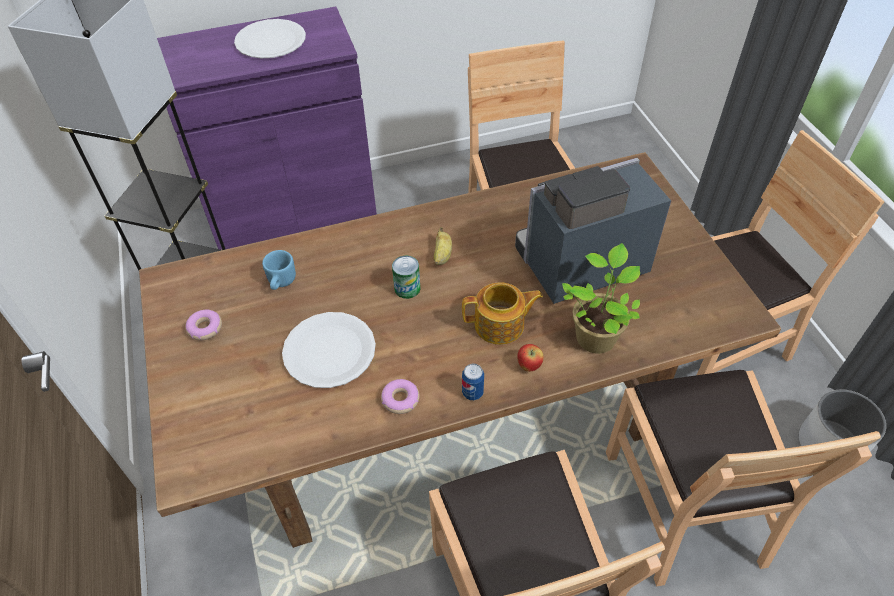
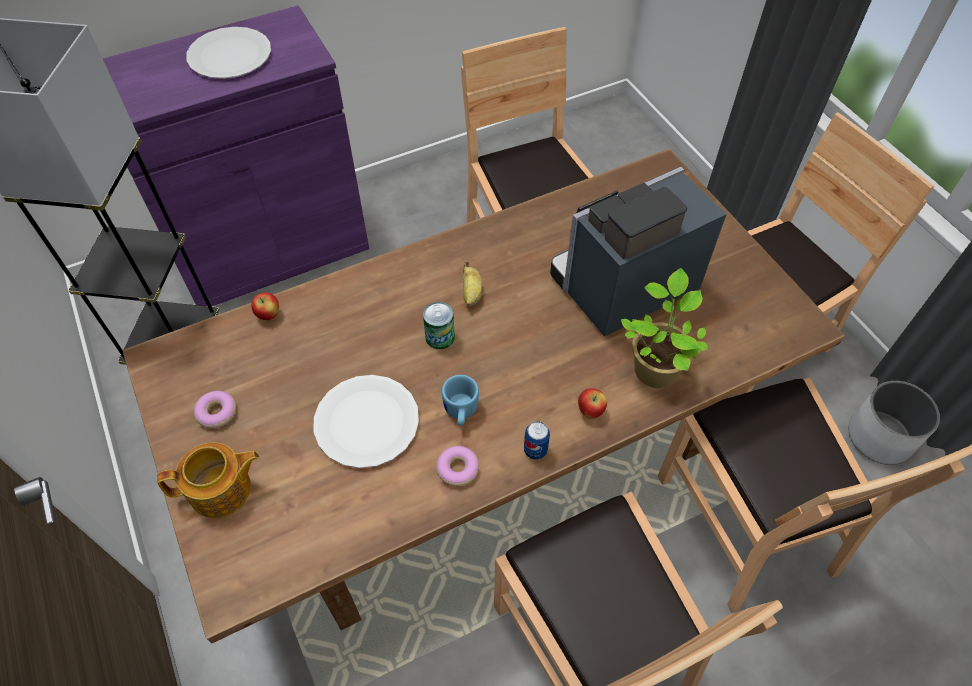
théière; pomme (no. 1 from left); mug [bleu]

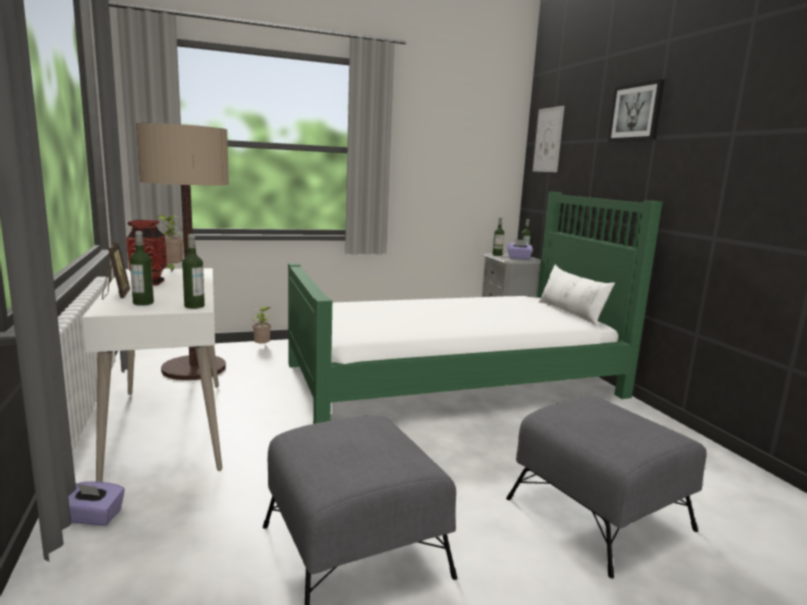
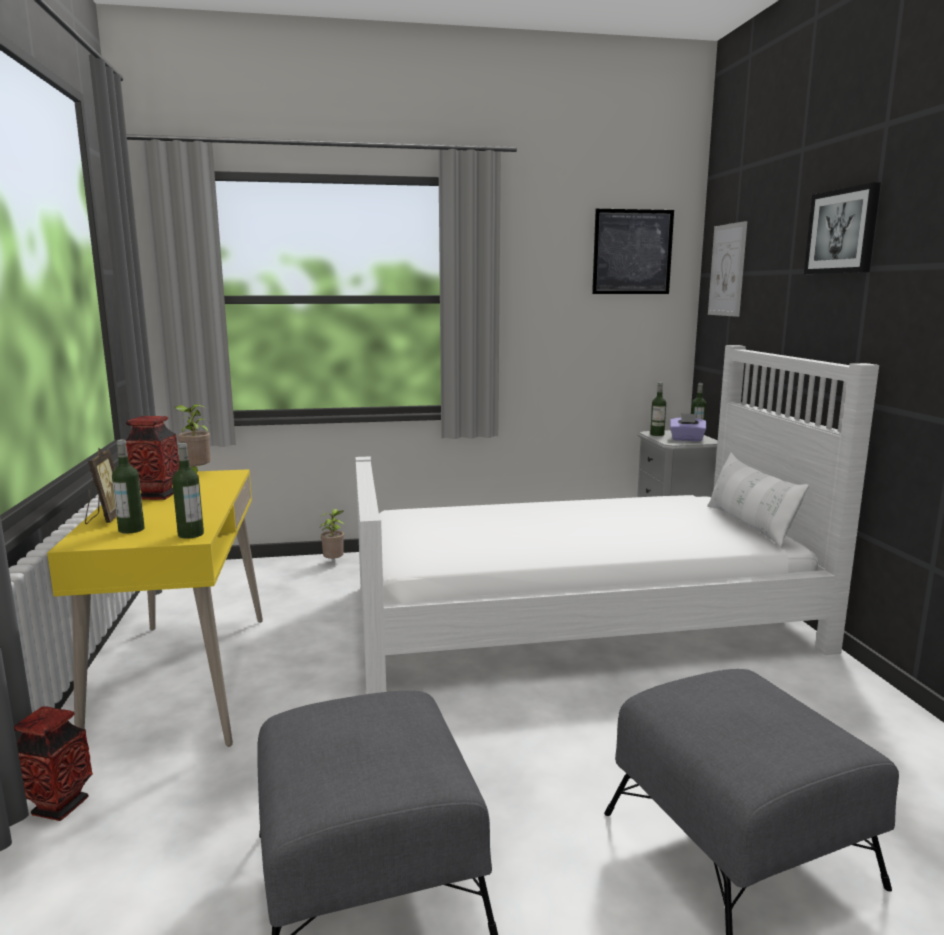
vase (no. 1 from left); bureau [jaune]; lit [blanc]; tableau (no. 1 from left); lampadaire

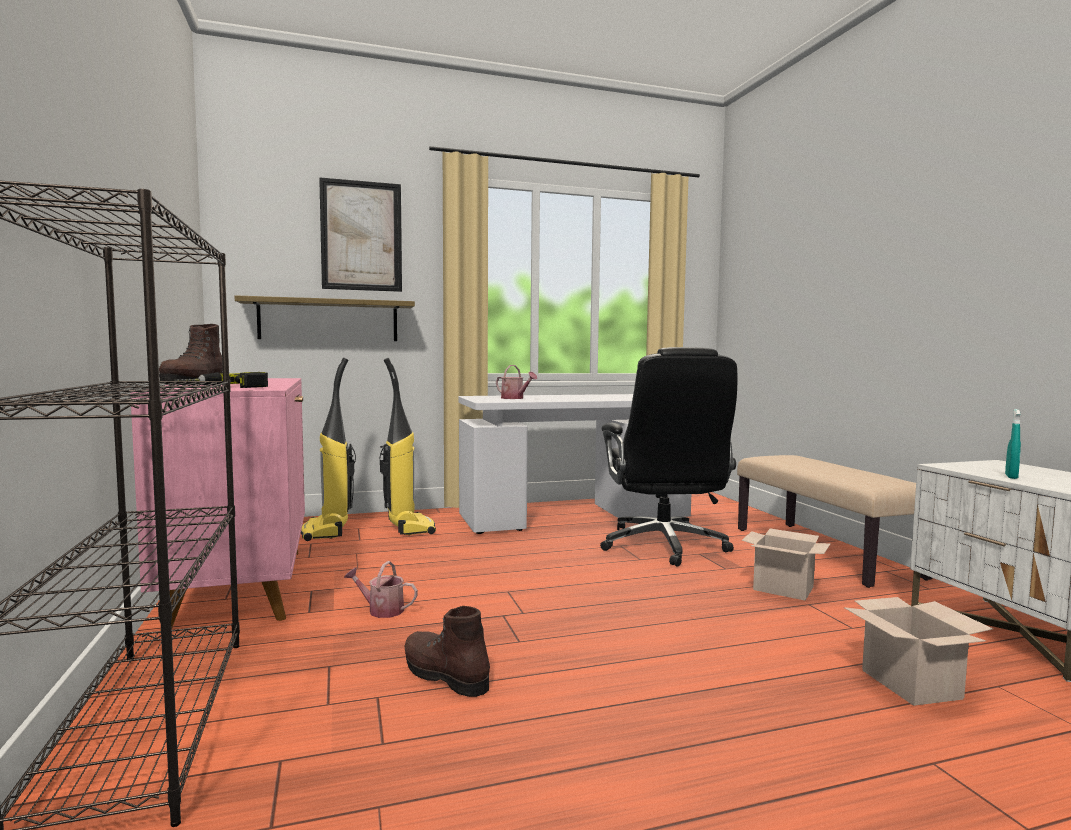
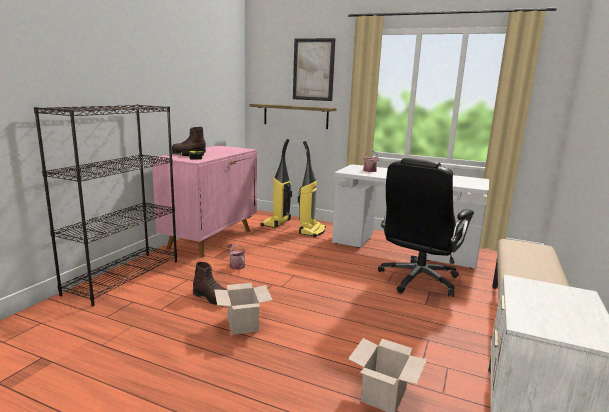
botte [marron] (no. 2 from left); carton (no. 1 from left); vaporisateur [turquoise]

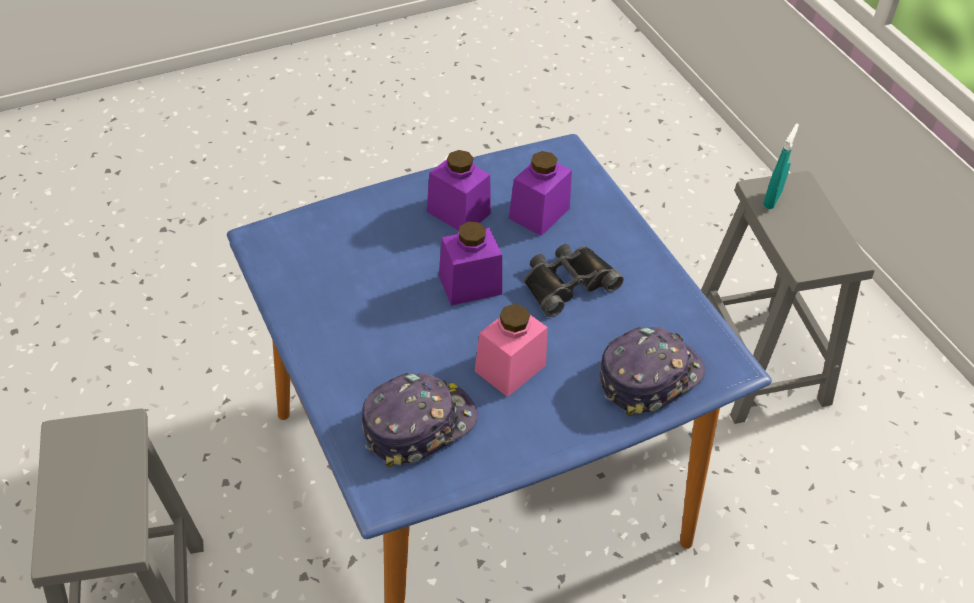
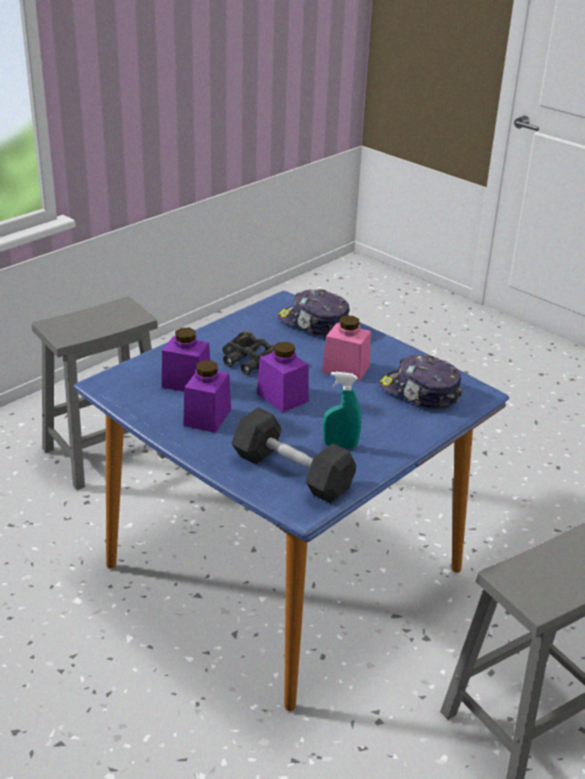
haltère [noir]; vaporisateur [turquoise]

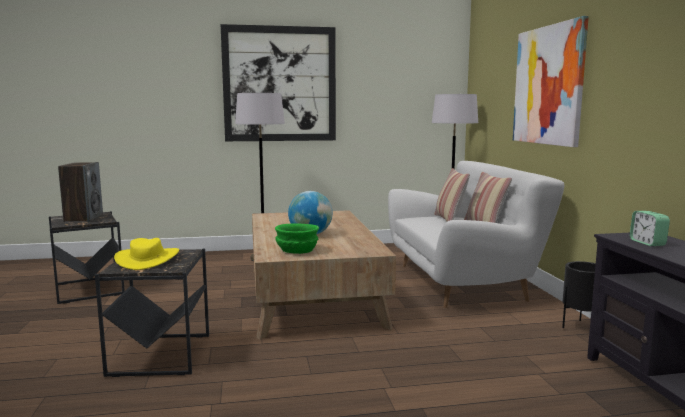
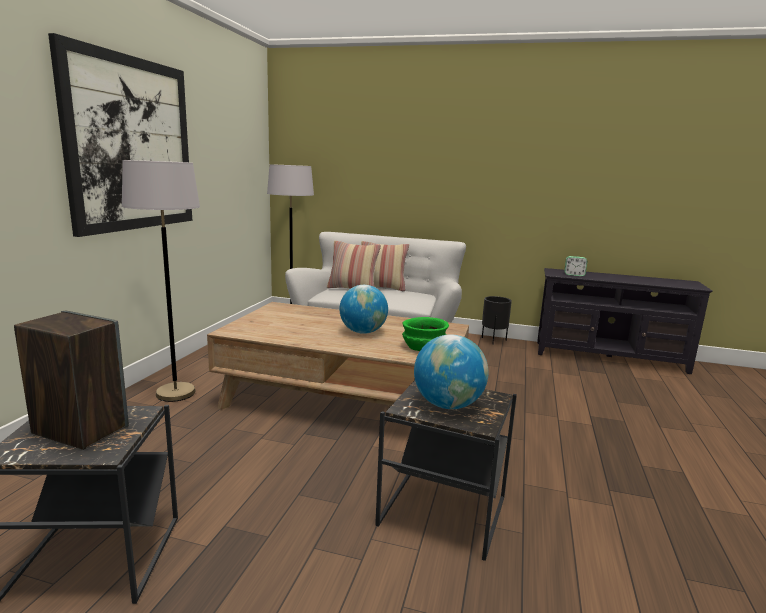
globe (no. 2 from left); tableau (no. 2 from left in the first image)

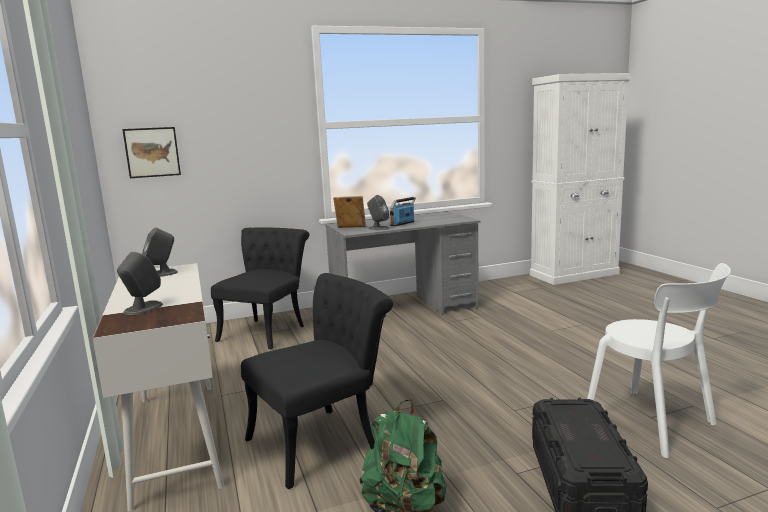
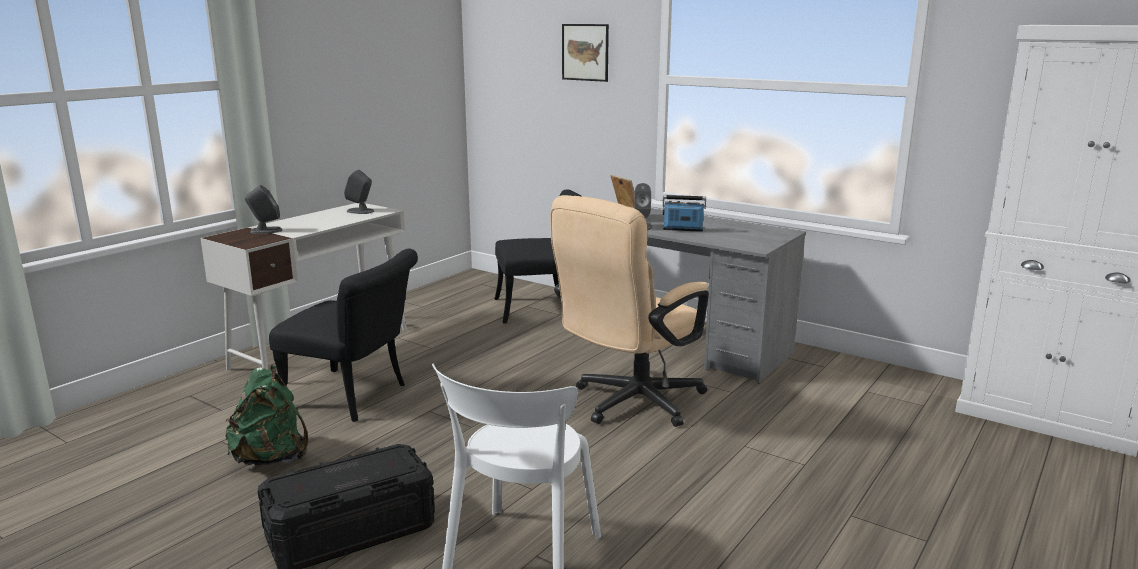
chaise de bureau [beige]; tableau

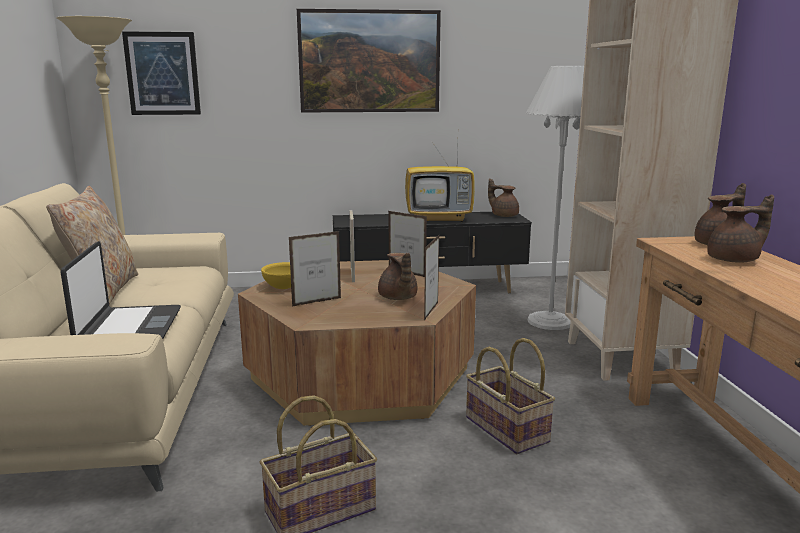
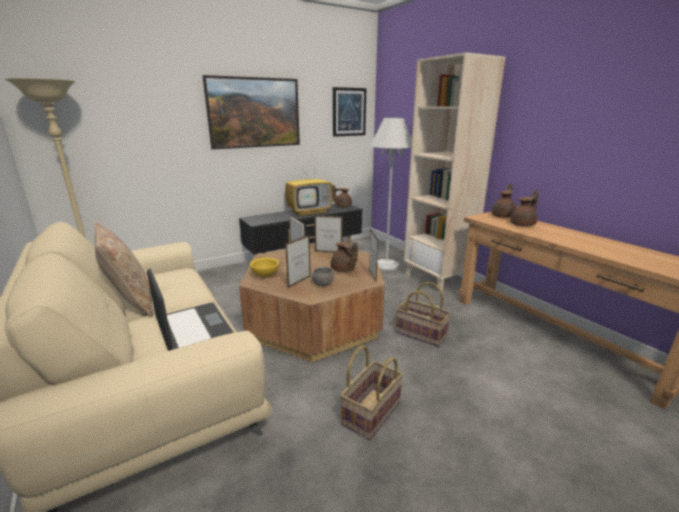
bol [gris]; tableau (no. 2 from left)

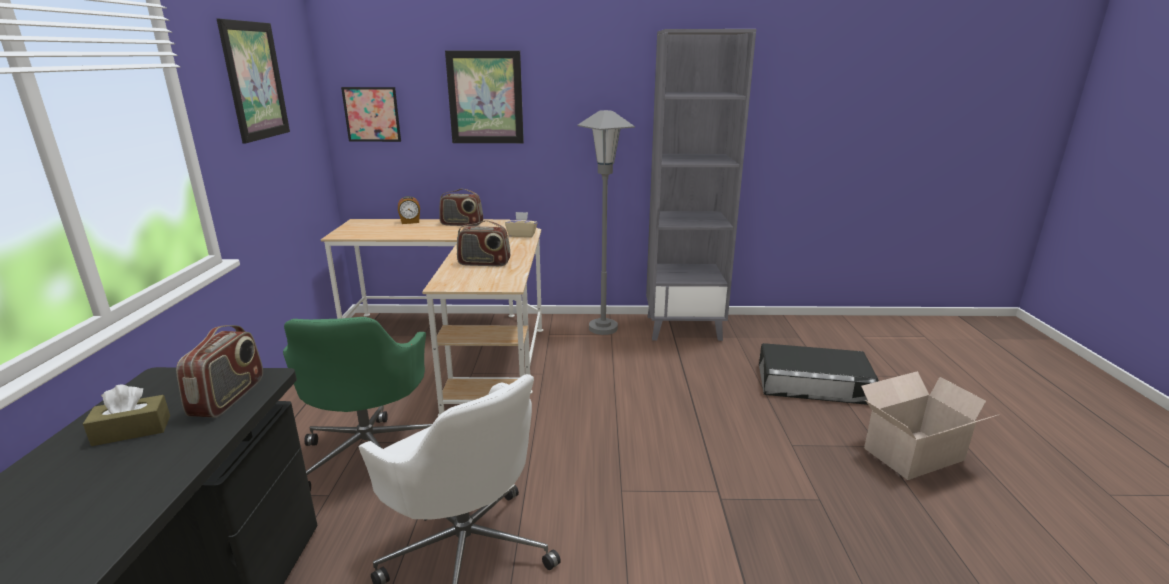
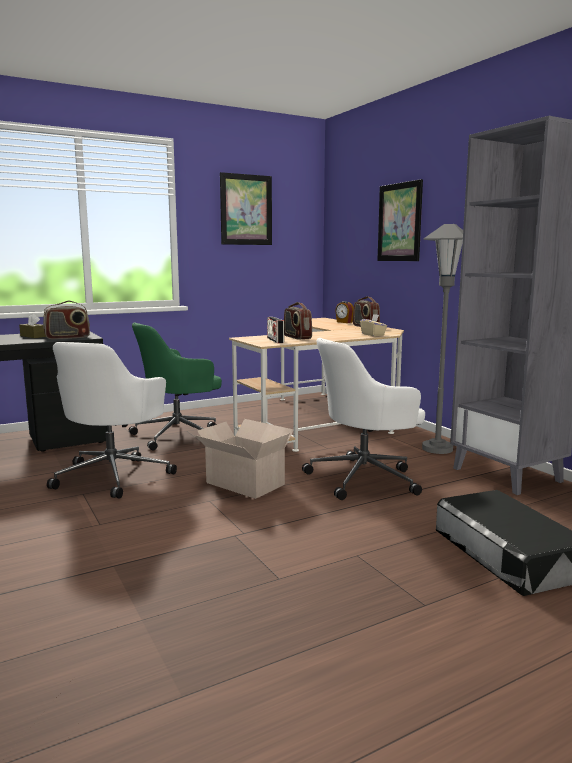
carton; radio (no. 2 from left); chaise de bureau [blanc] (no. 2 from left); tableau (no. 2 from left in the first image)

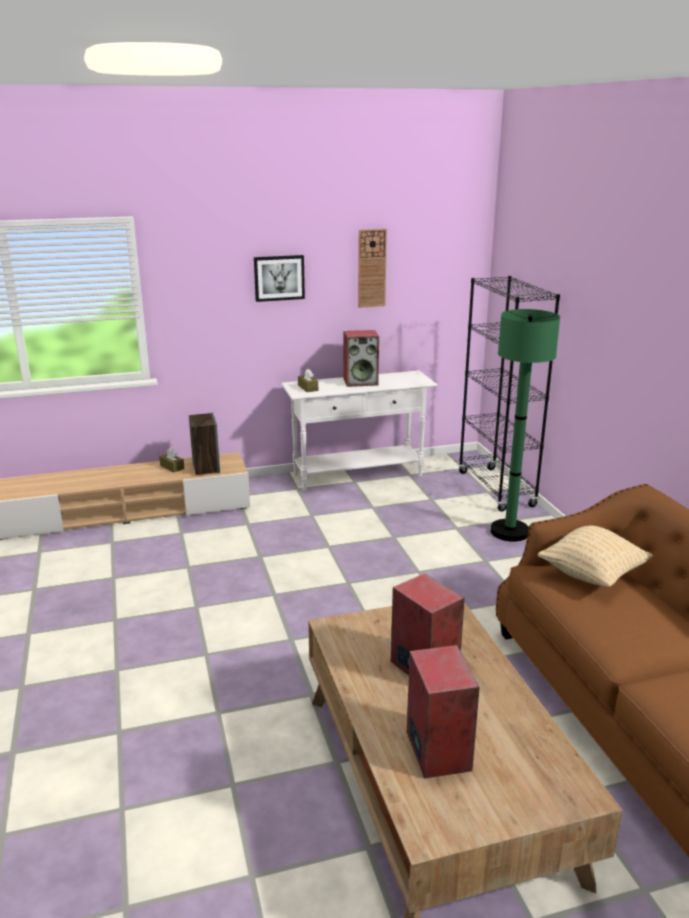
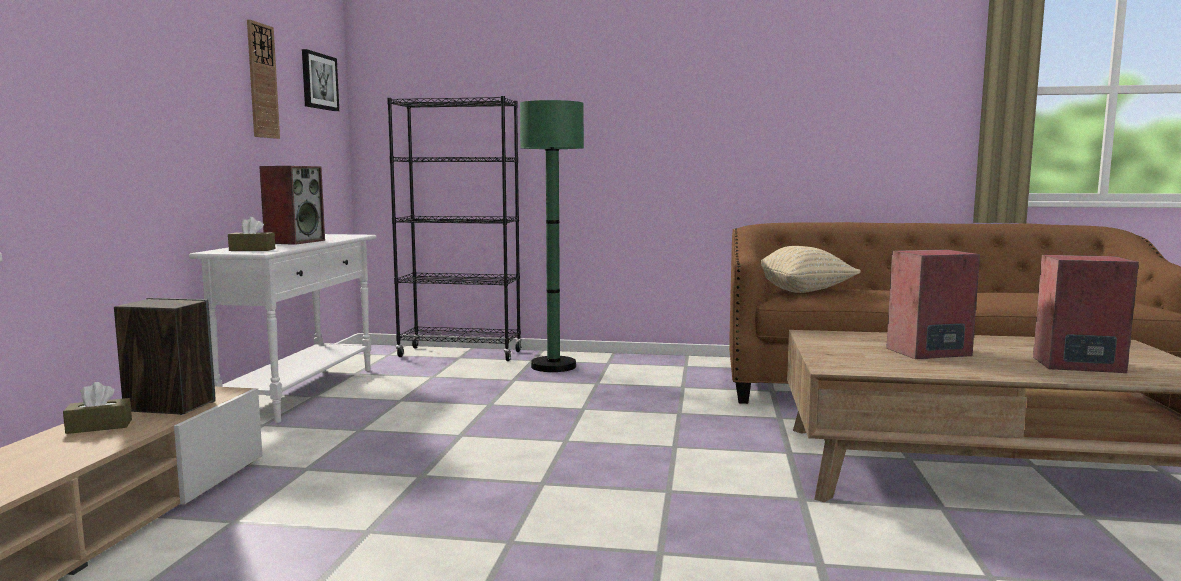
tableau

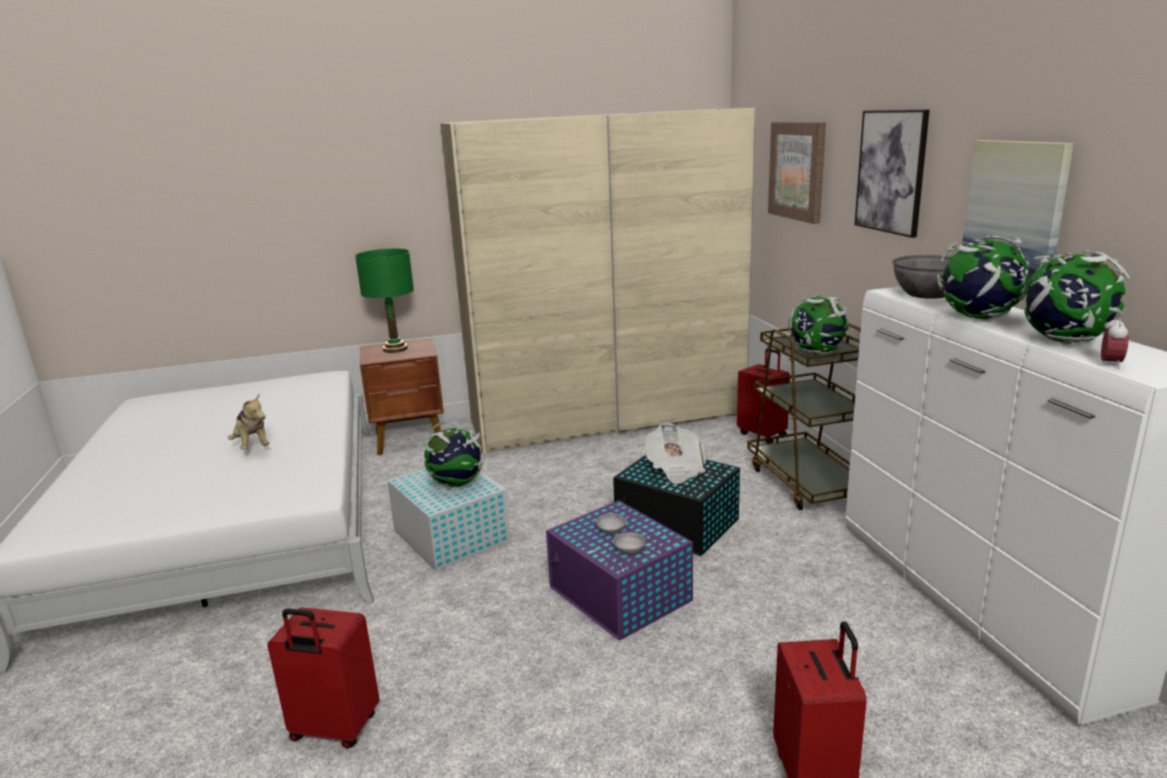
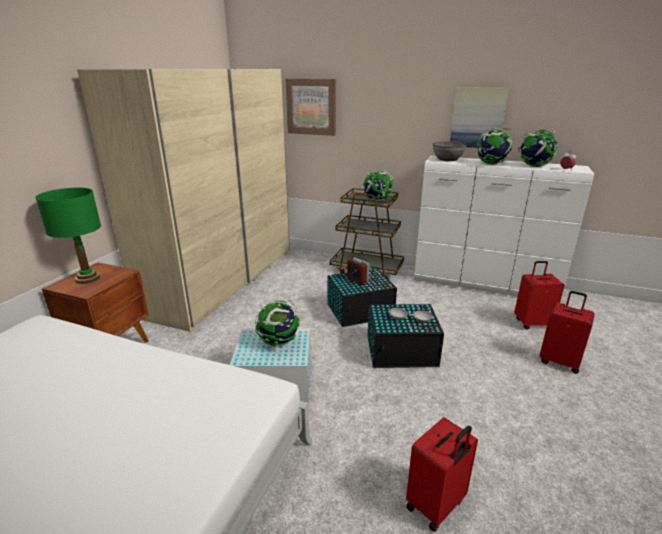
réveil (no. 1 from left); boîte de rangement [noir] (no. 2 from left); valise [rouge] (no. 2 from left); peluche; tableau (no. 2 from left in the first image)

